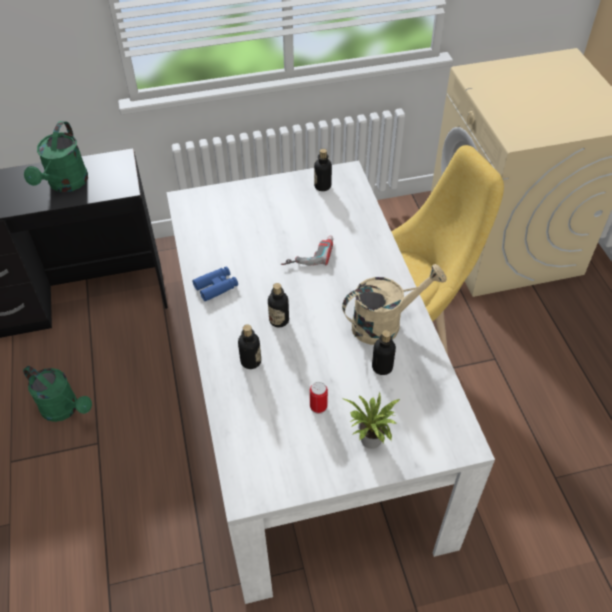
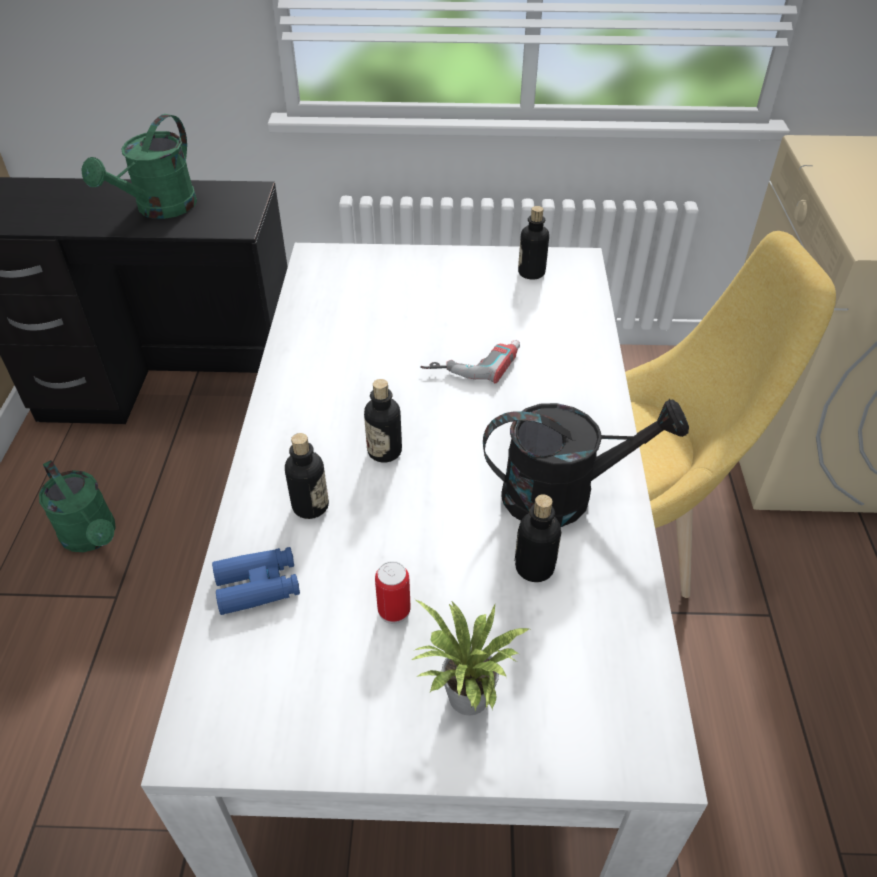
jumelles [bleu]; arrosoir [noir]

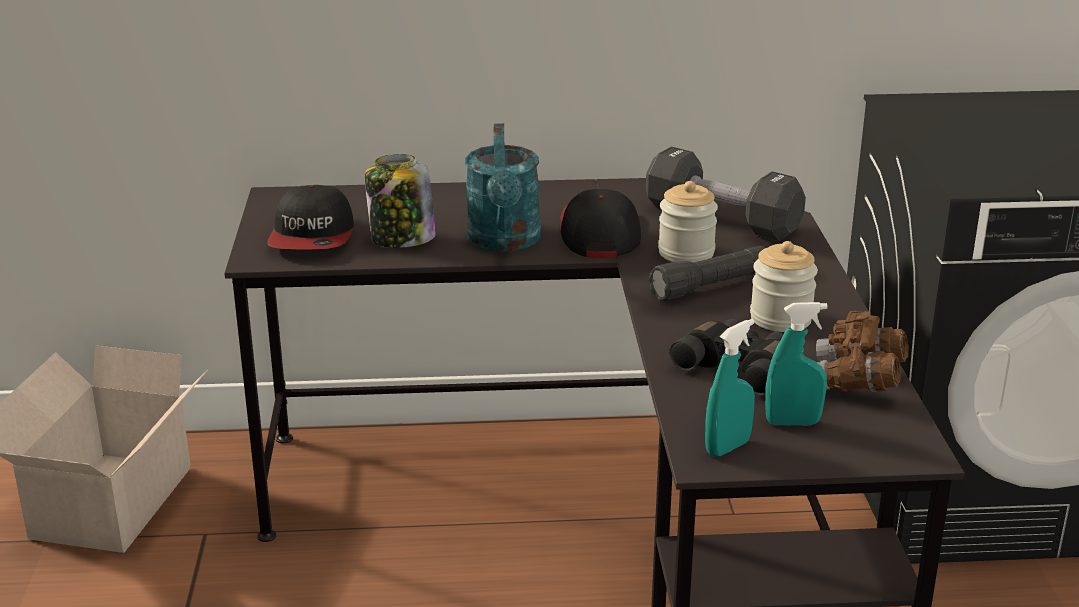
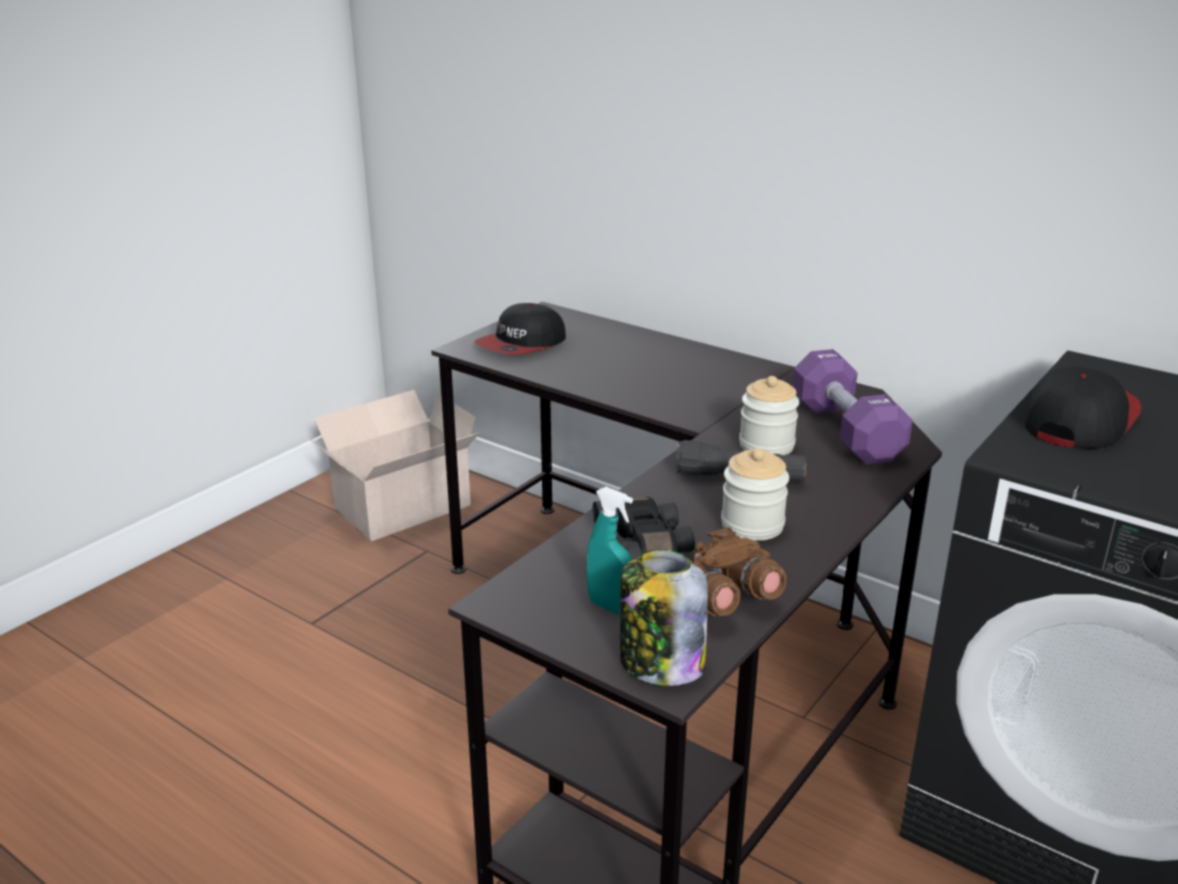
bocal (no. 1 from left); haltère [violet]; casquette (no. 2 from left); arrosoir [turquoise]; vaporisateur [turquoise] (no. 1 from left in the first image)

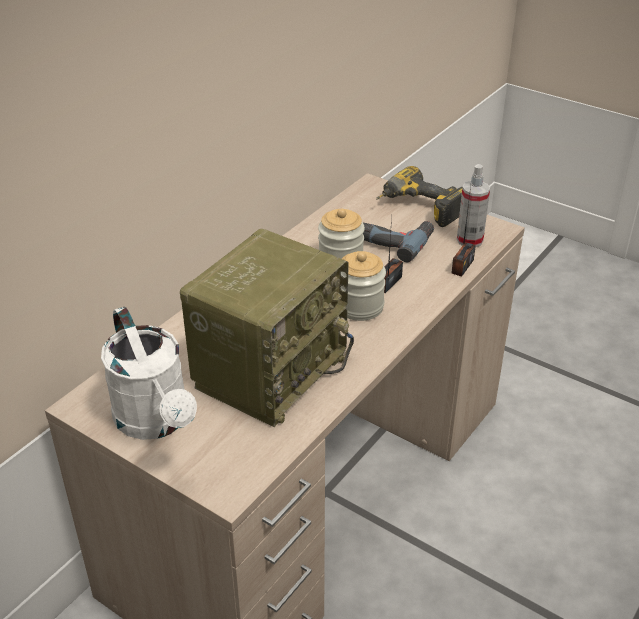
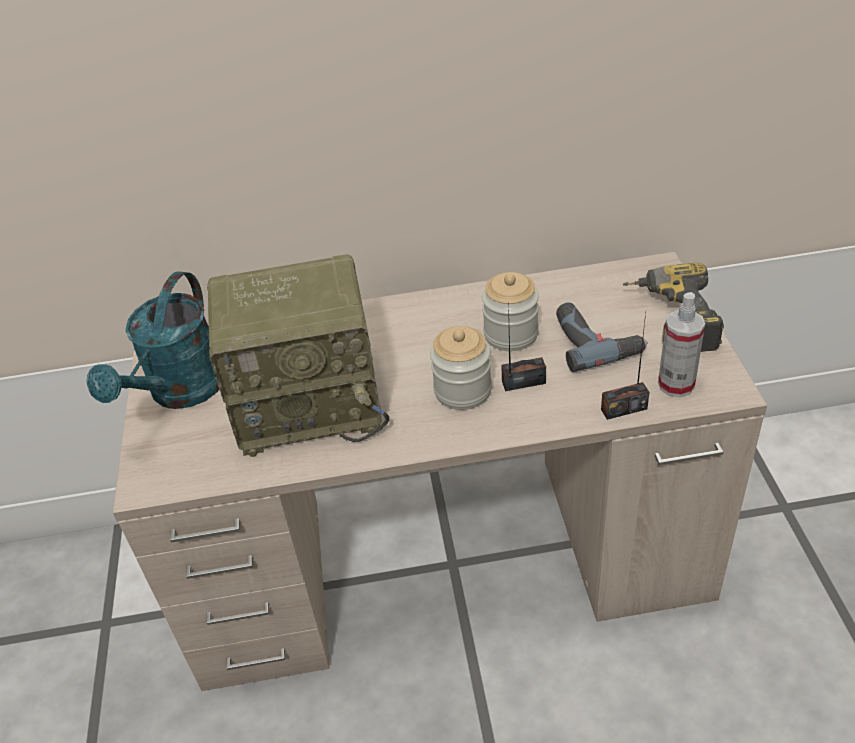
arrosoir [turquoise]

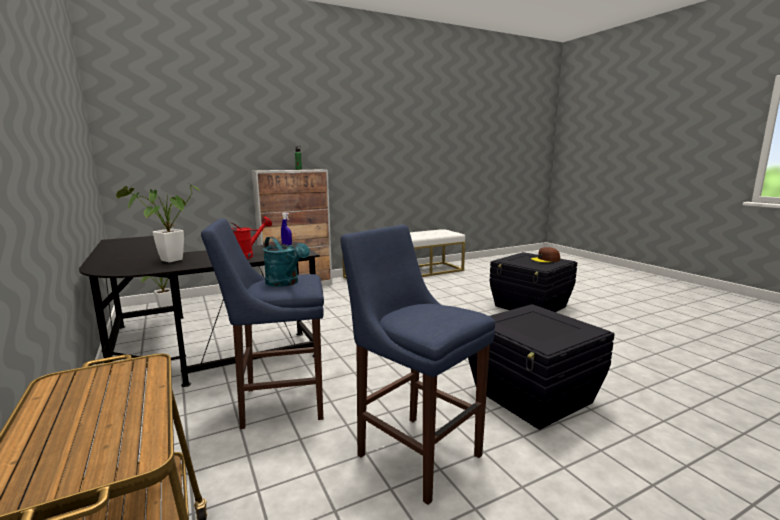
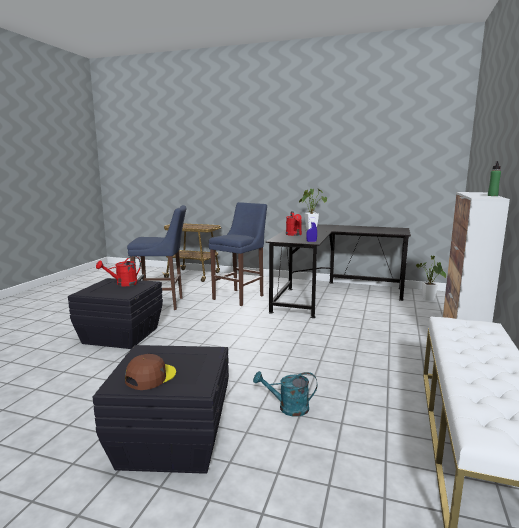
arrosoir [rouge] (no. 1 from left); arrosoir [turquoise]

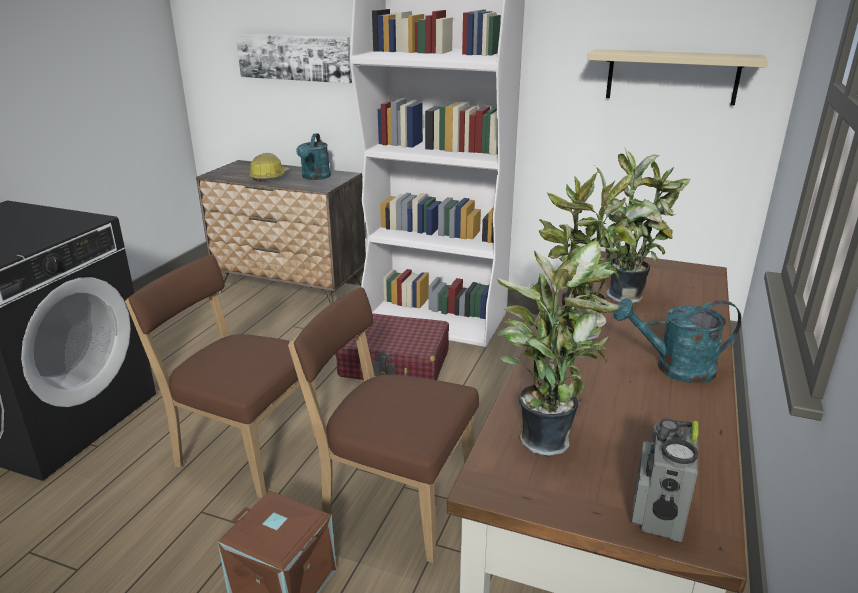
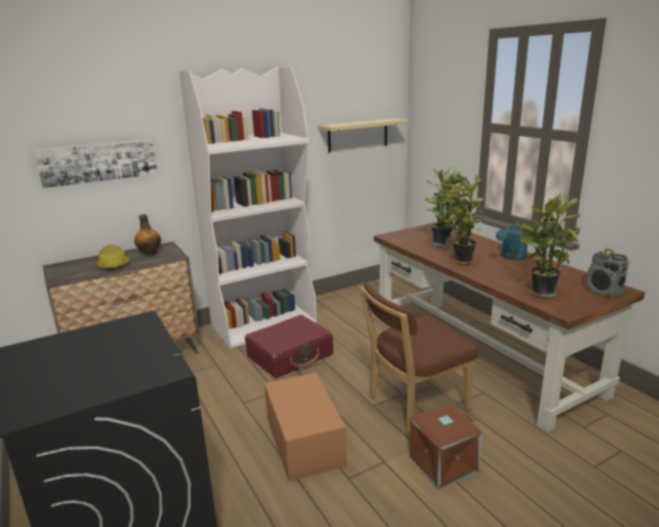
bouteille; carton

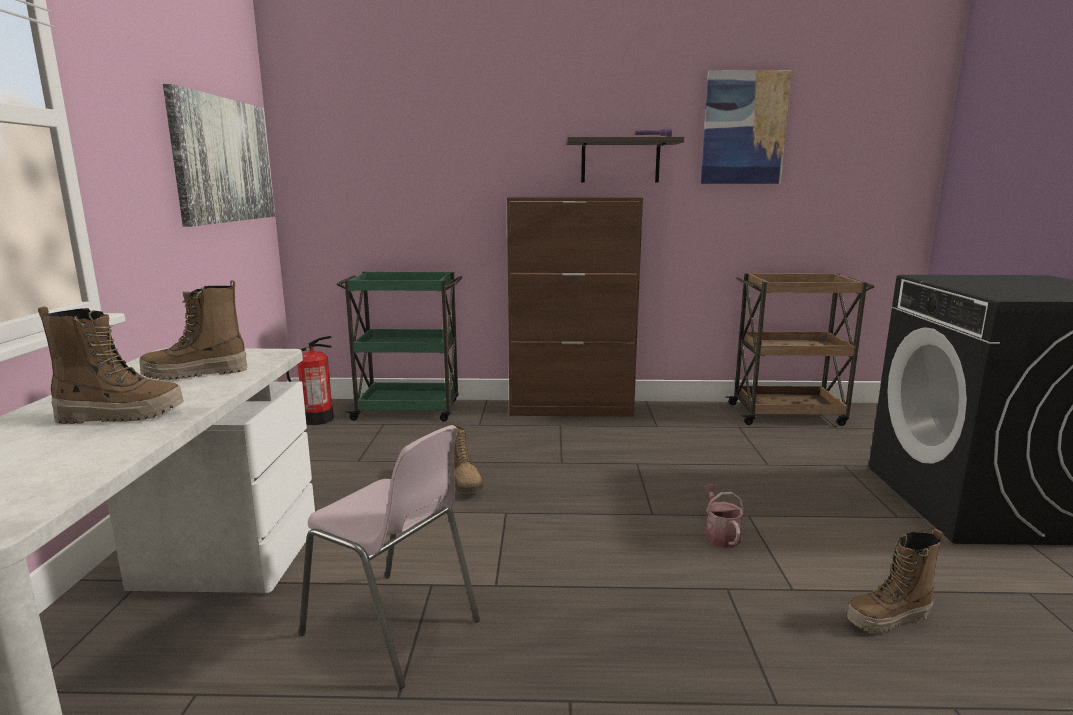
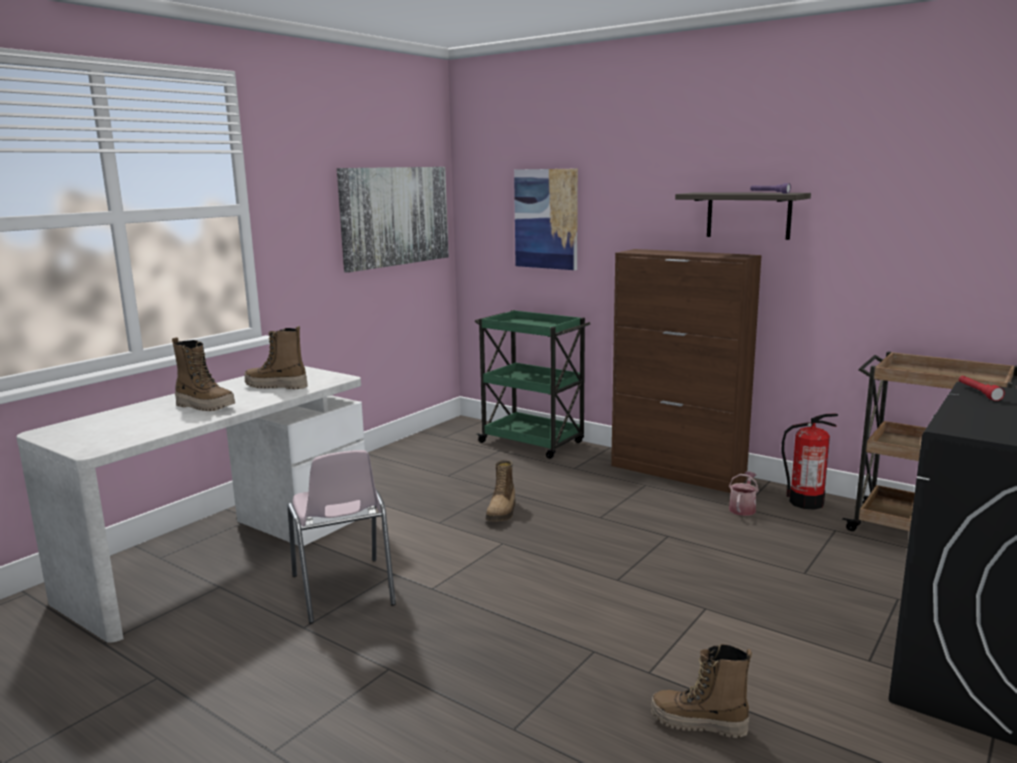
tableau (no. 2 from left); arrosoir; extincteur; lampe de poche [rouge]

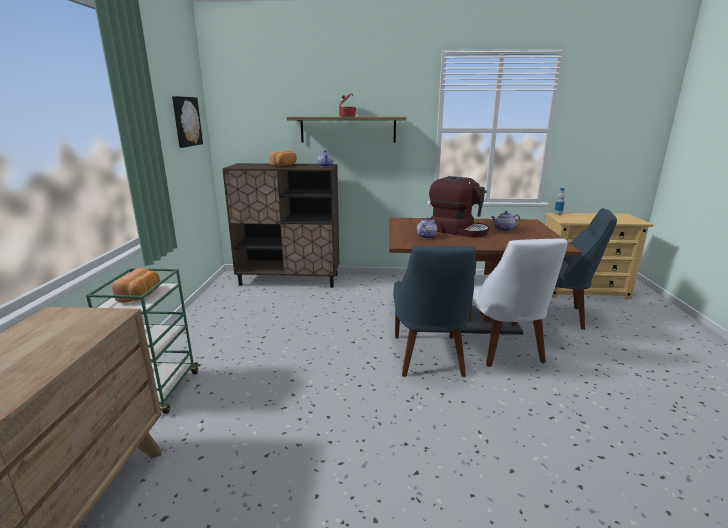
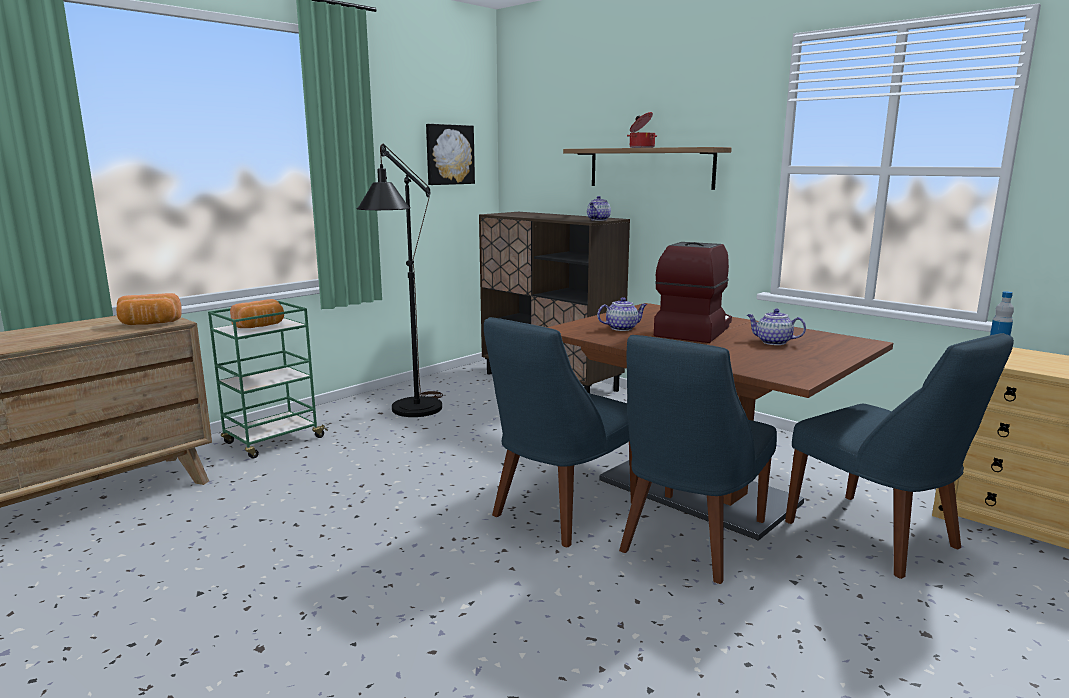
pain (no. 1 from left); lampadaire [noir]; chaise [bleu] (no. 2 from left); machine à café

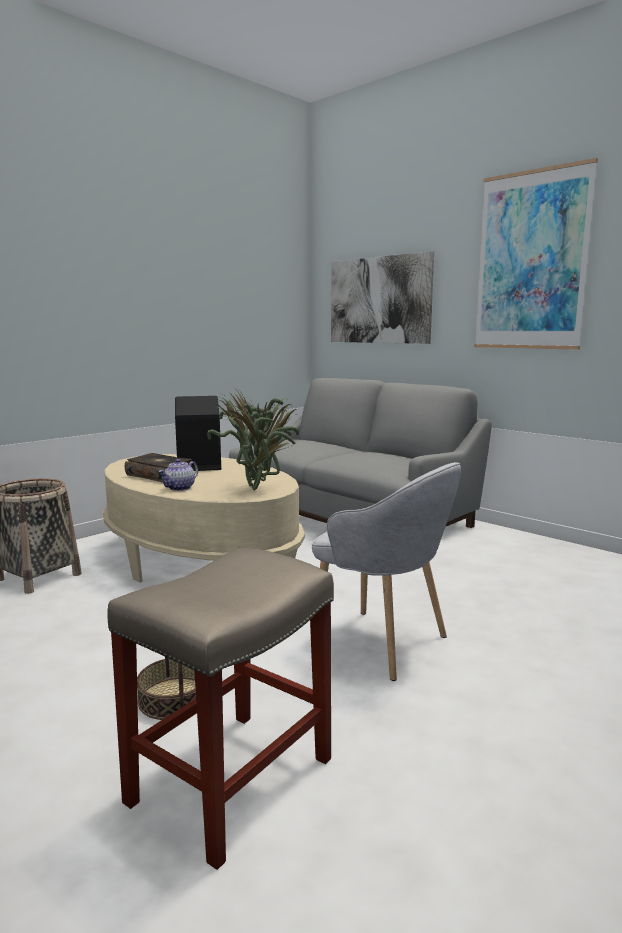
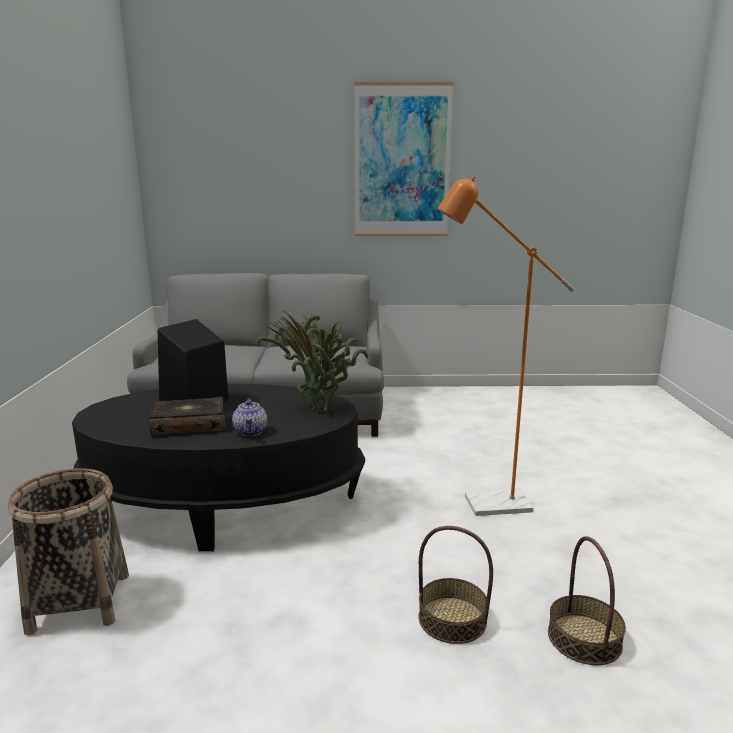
table basse [noir]; lampadaire [orange]; panier (no. 3 from left); tableau (no. 1 from left in the first image)

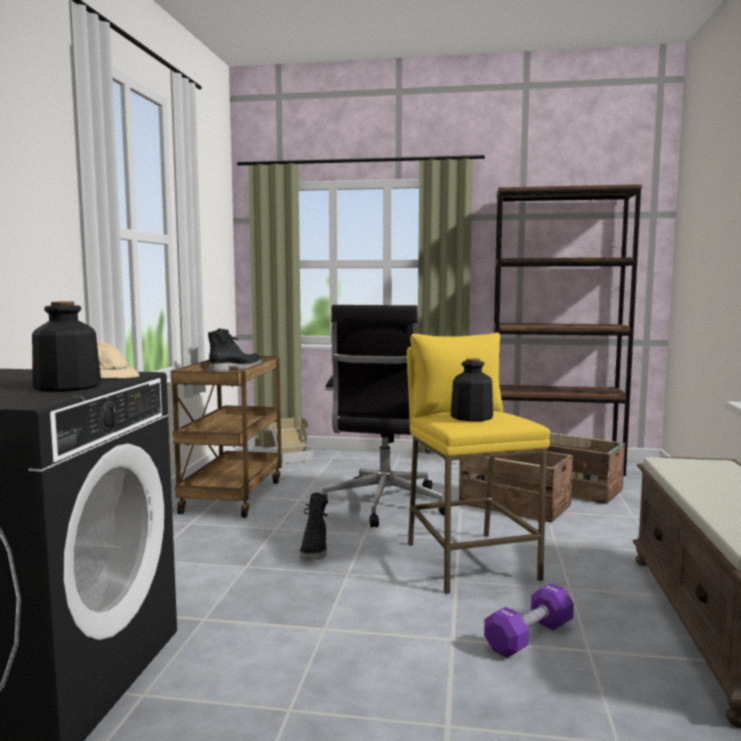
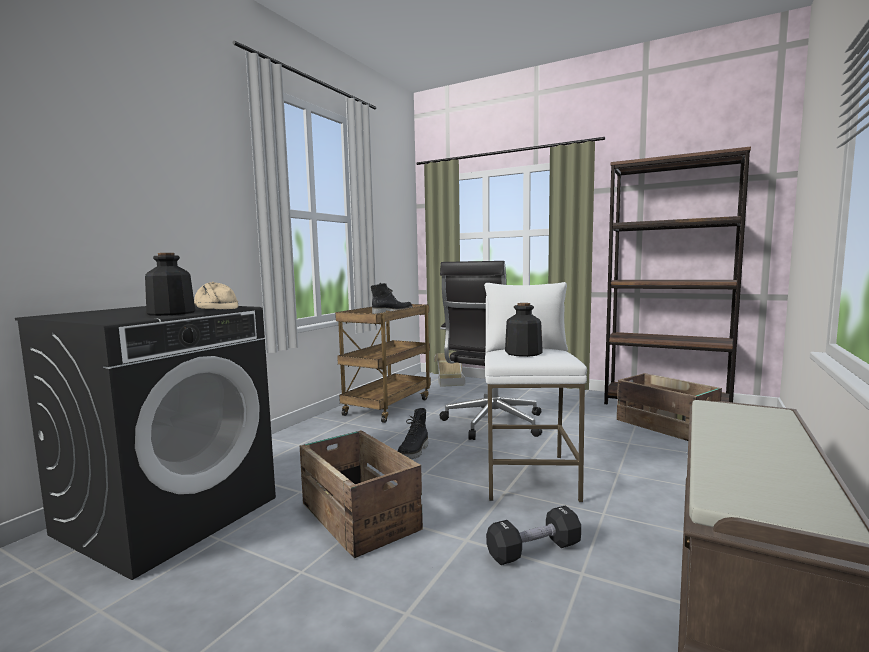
caisse (no. 1 from left); tabouret [blanc]; haltère [noir]

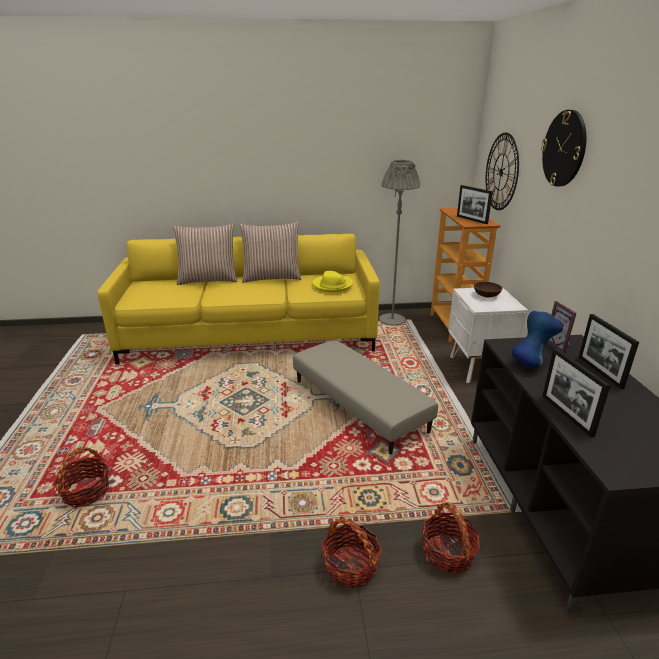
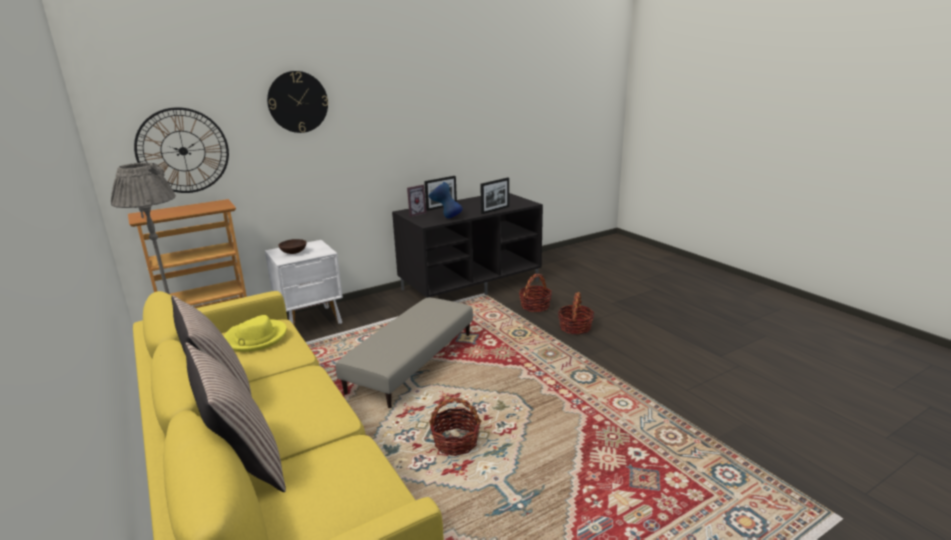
panier (no. 1 from left); cadre photo (no. 1 from left in the first image)

